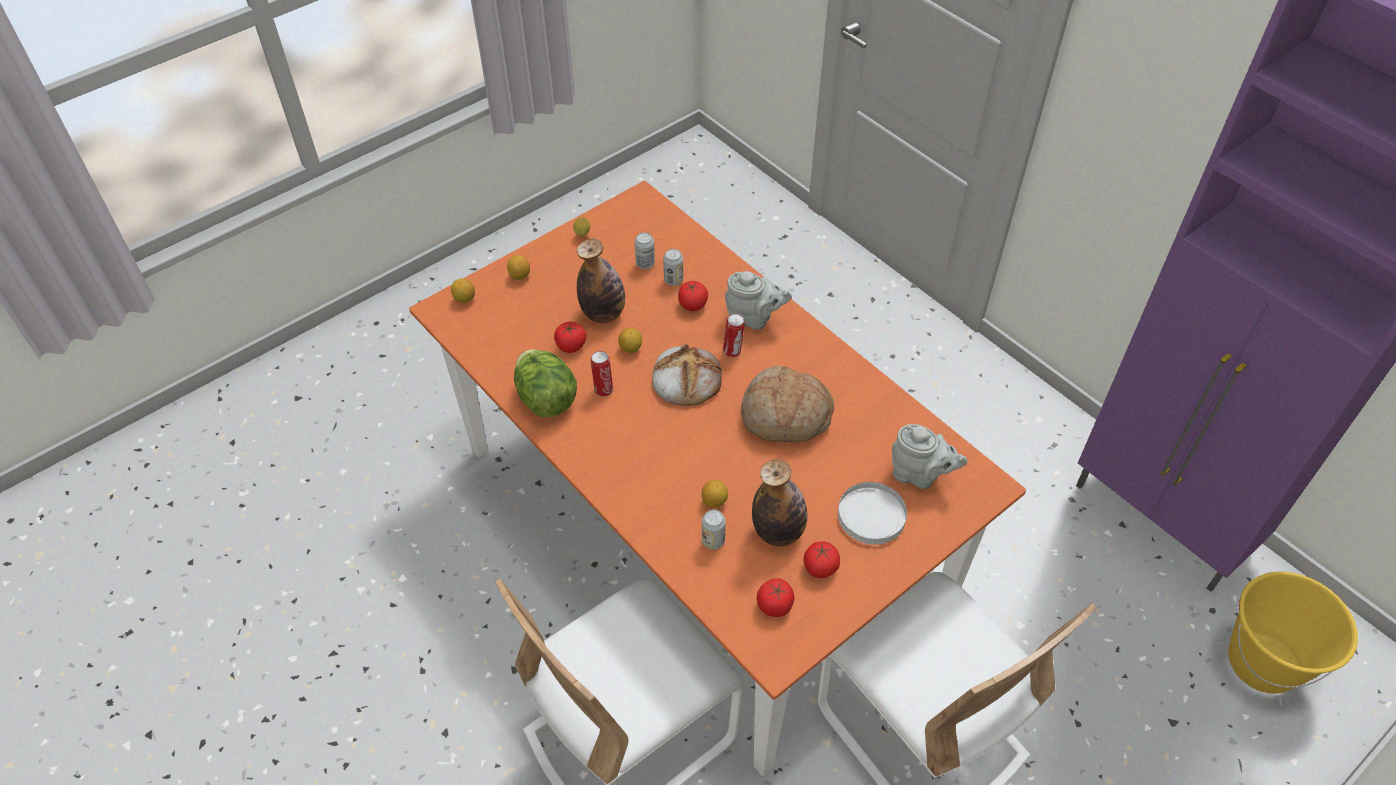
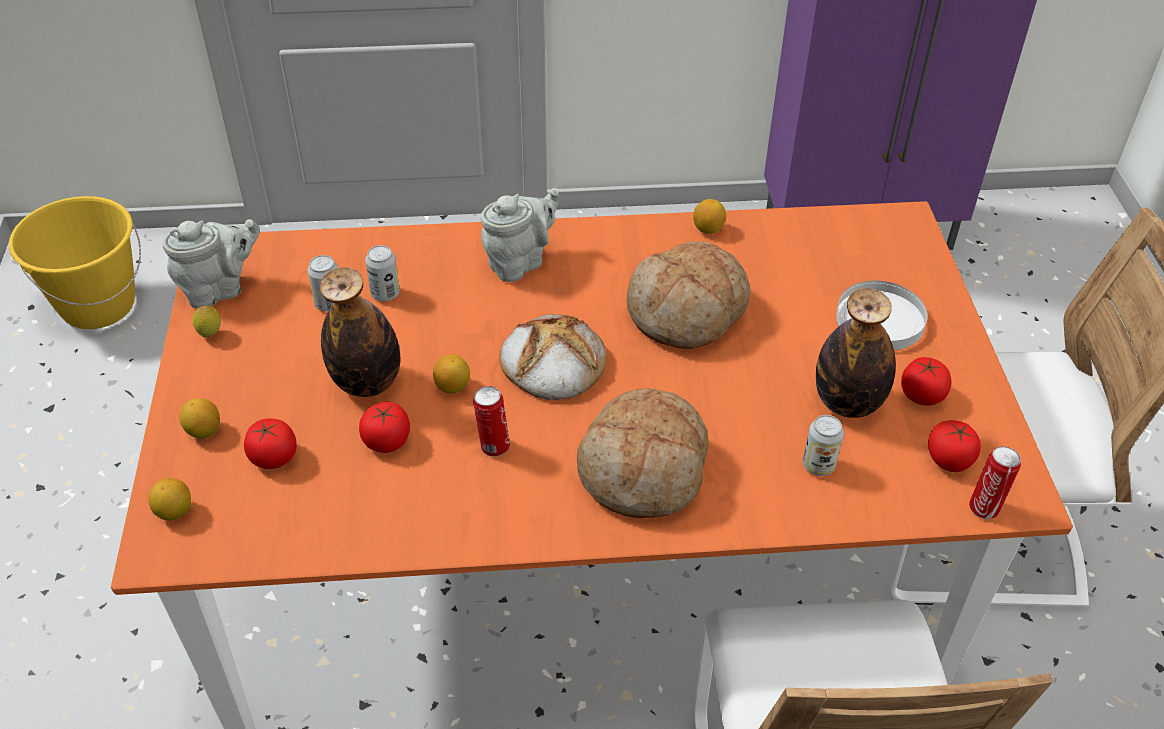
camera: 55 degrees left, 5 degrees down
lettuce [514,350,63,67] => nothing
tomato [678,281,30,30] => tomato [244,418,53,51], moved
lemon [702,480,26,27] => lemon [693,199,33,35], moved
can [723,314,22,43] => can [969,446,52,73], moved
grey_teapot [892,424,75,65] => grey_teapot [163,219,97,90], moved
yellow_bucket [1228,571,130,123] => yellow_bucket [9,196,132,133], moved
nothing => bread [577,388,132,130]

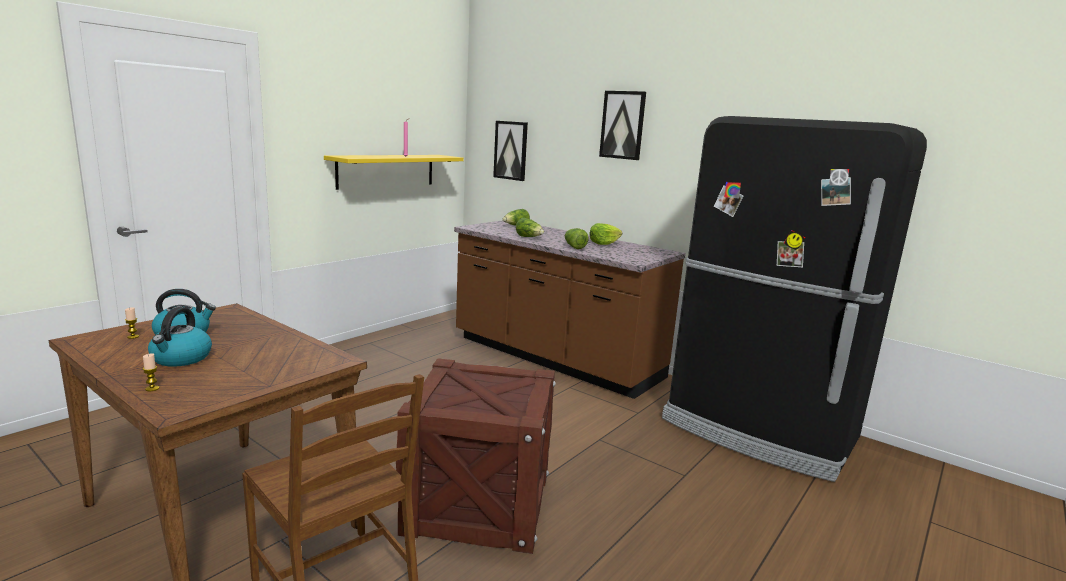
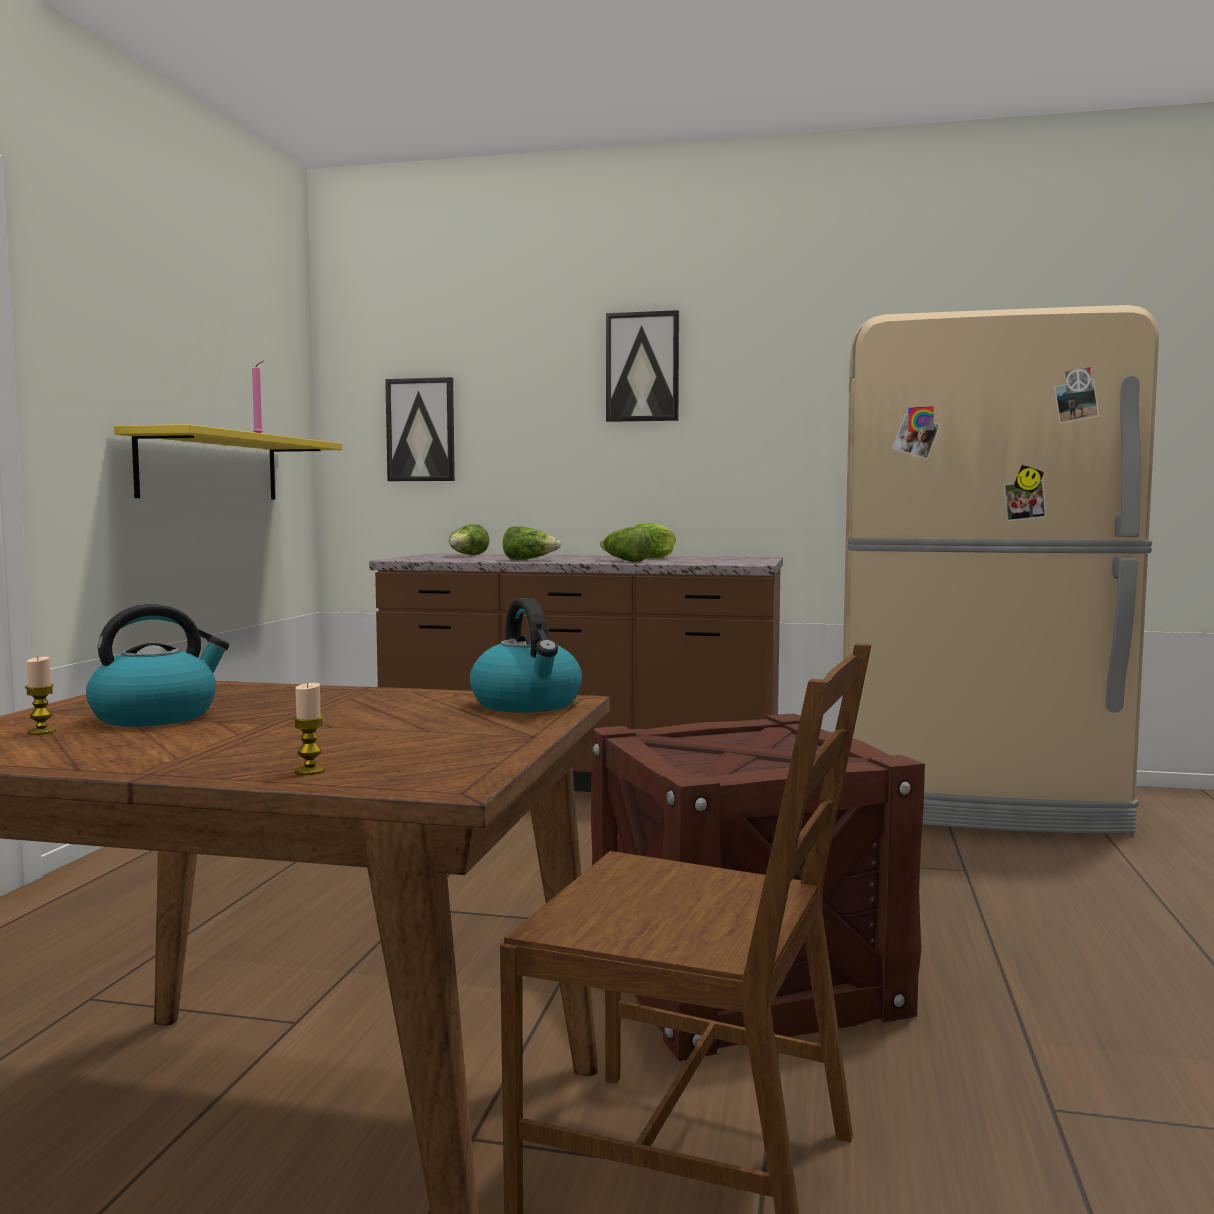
camera: 25 degrees left, 10 degrees down
kettle [148,307,64,60] => kettle [470,598,112,115], moved
black_fridge [662,116,265,366] => beige_fridge [842,305,317,529]

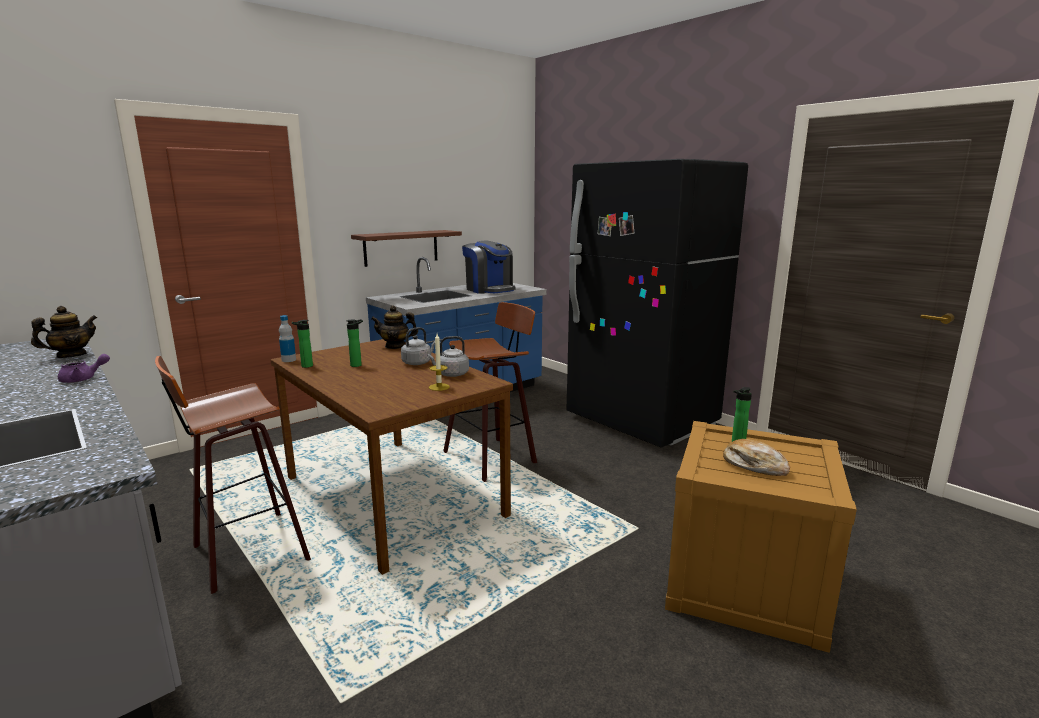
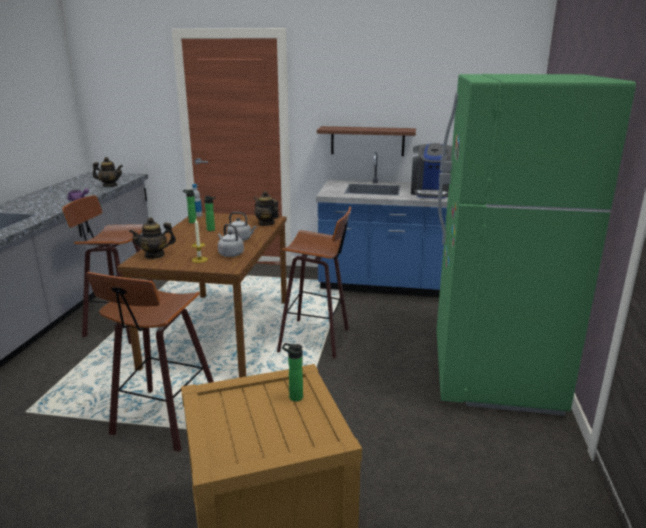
camera: 50 degrees right, 5 degrees up
black_fridge [567,159,181,289] => green_fridge [436,74,200,341]
bread [723,439,67,37] => nothing
nothing => stool [86,272,128,180]
nothing => teapot [129,217,47,42]

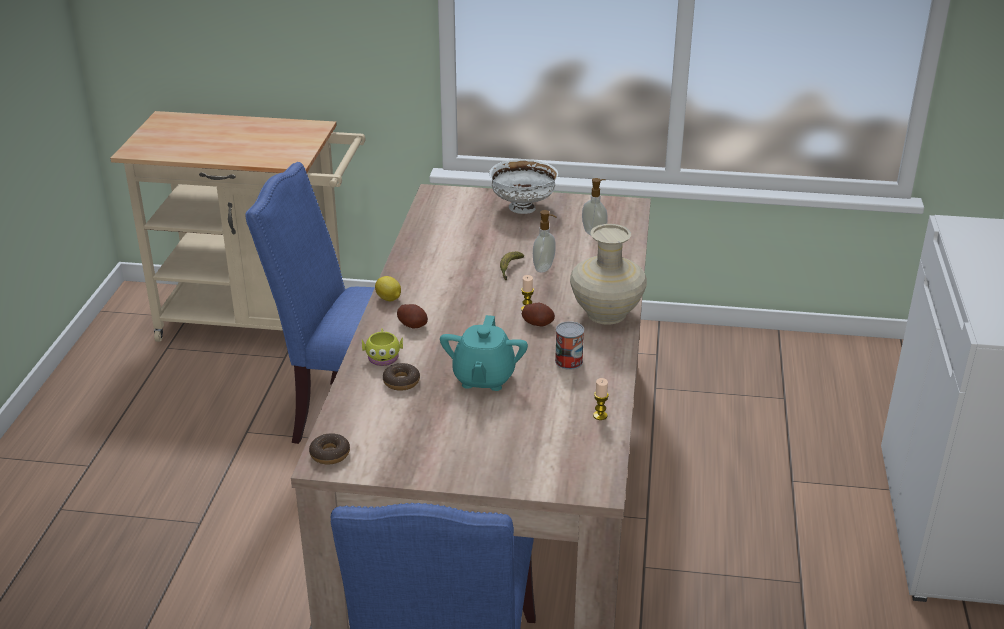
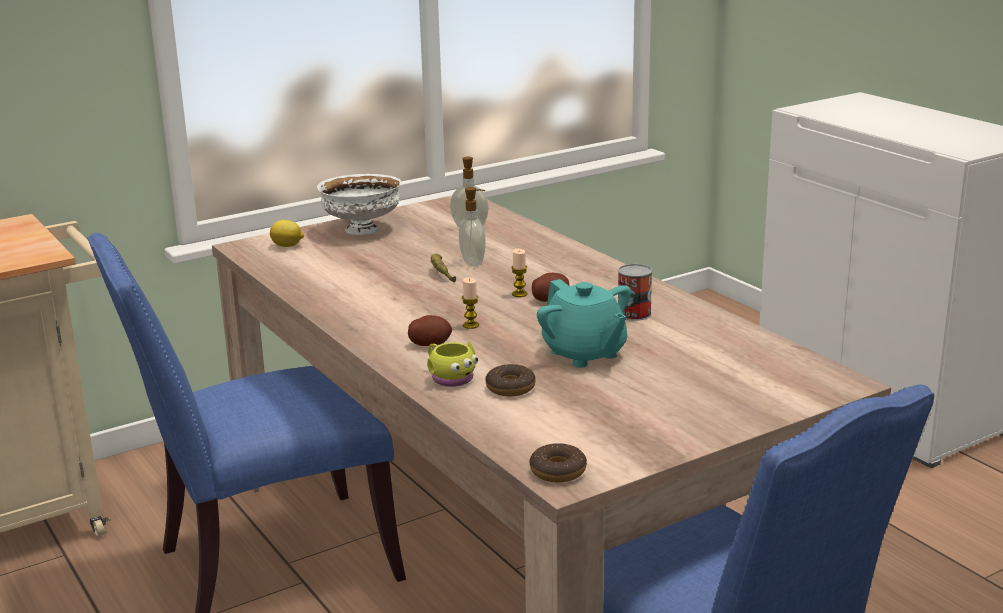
camera: 40 degrees left, 10 degrees down
lemon [375,276,26,25] => lemon [270,220,34,27], moved
beige_vase [570,224,77,101] => nothing
candle [593,378,16,42] => candle [462,278,17,51], moved

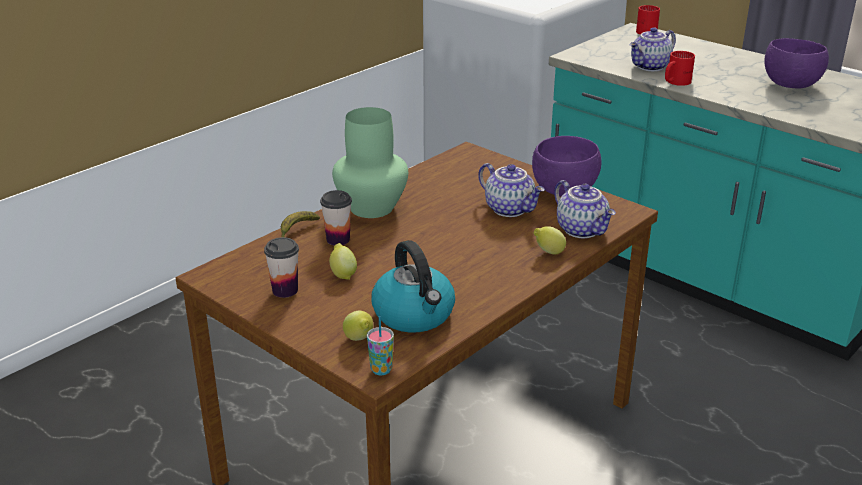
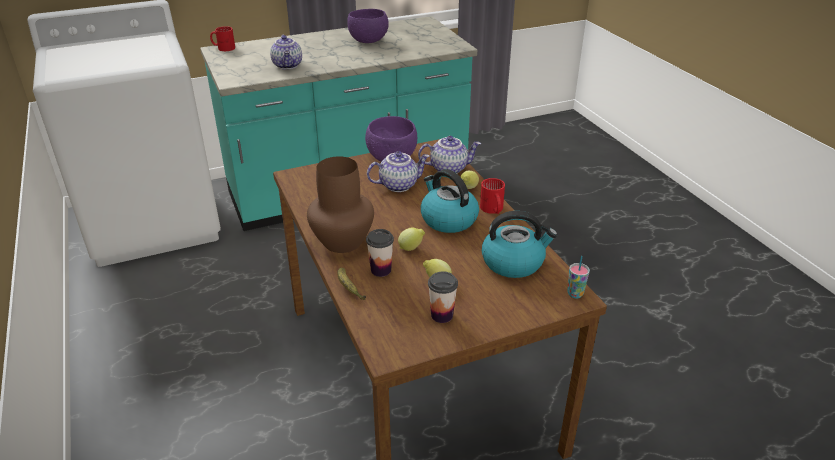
camera: 65 degrees left, 5 degrees up
green_vase [332,107,76,111] => brown_vase [307,156,67,97]
lemon [343,311,30,30] => lemon [398,228,27,23], moved
red_mug [665,51,30,35] => red_mug [480,178,25,36], moved
nothing => kettle [421,169,58,64]

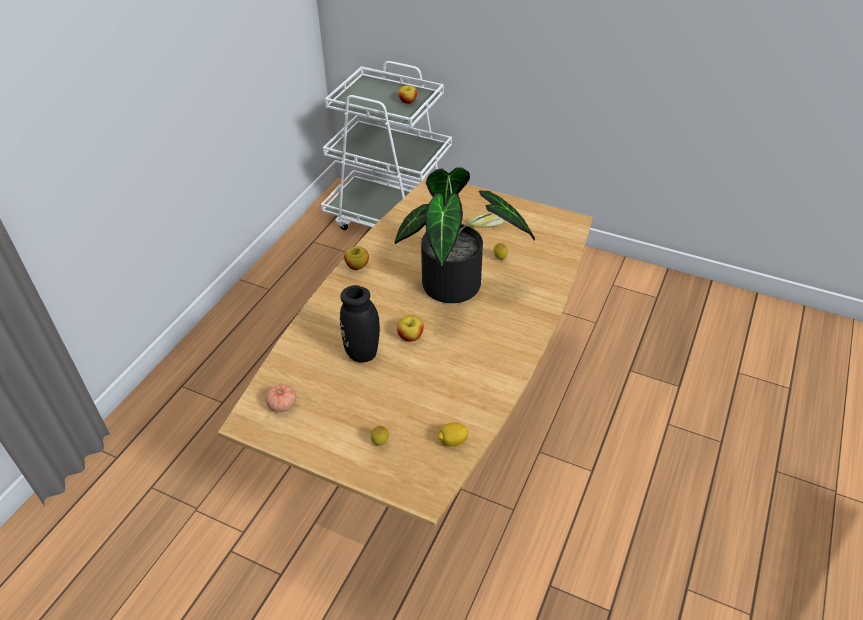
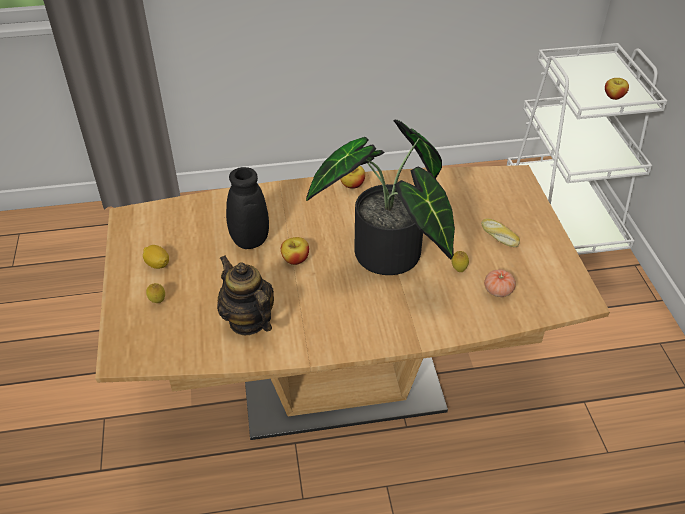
camera: 55 degrees right, 0 degrees up
tomato [265,384,31,28] => tomato [484,269,32,28], moved
lemon [438,422,30,25] => lemon [143,245,26,24], moved
nothing => teapot [217,255,57,80]

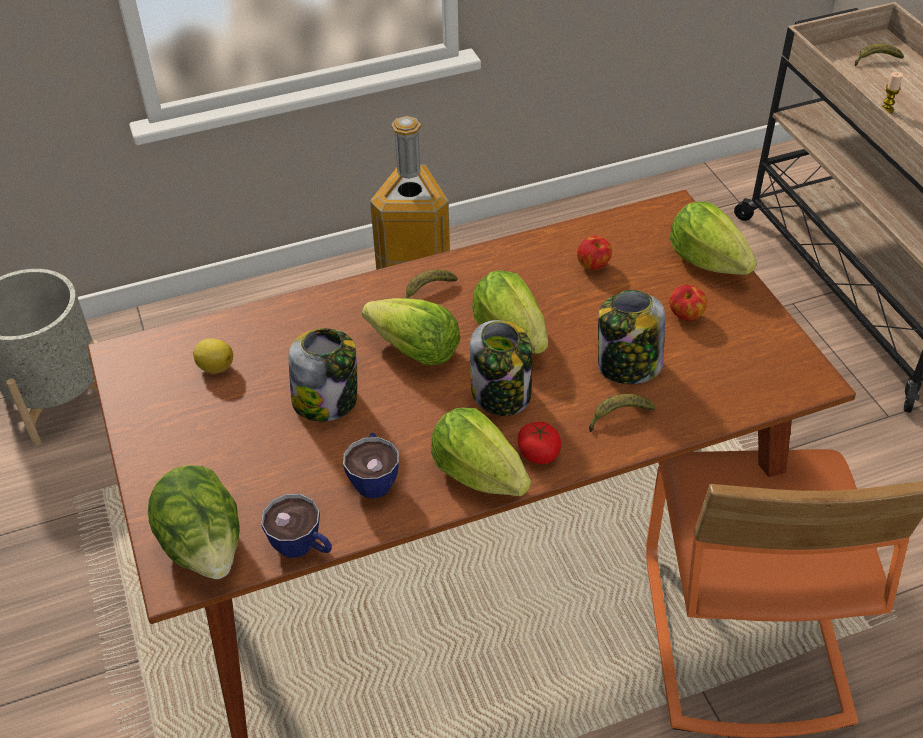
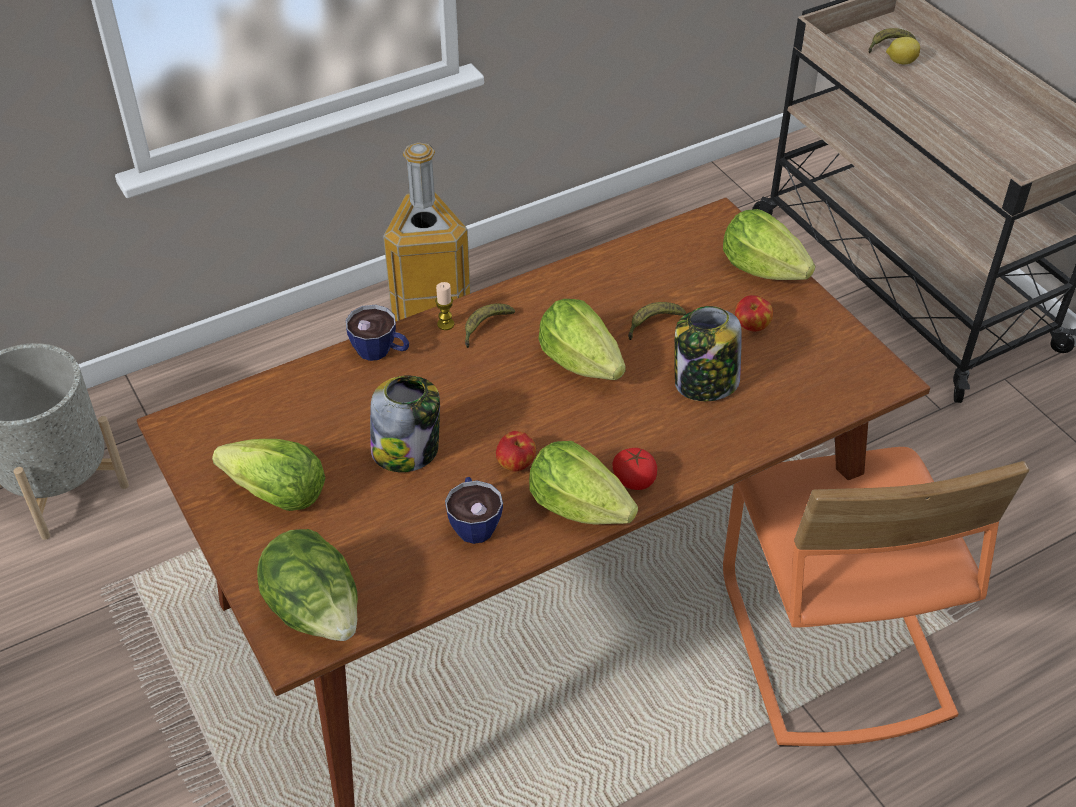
camera: 10 degrees left, 0 degrees up
lemon [193,339,40,35] => lemon [886,37,34,27], moved
cup [261,494,71,64] => cup [346,305,63,56], moved
lettuce [362,298,98,67] => lettuce [212,439,113,72], moved
jar [470,320,62,96] => nothing
apple [577,235,35,35] => apple [496,431,40,41], moved
banana [589,394,66,38] => banana [628,302,58,38], moved
candle [882,72,21,41] => candle [435,282,19,48], moved

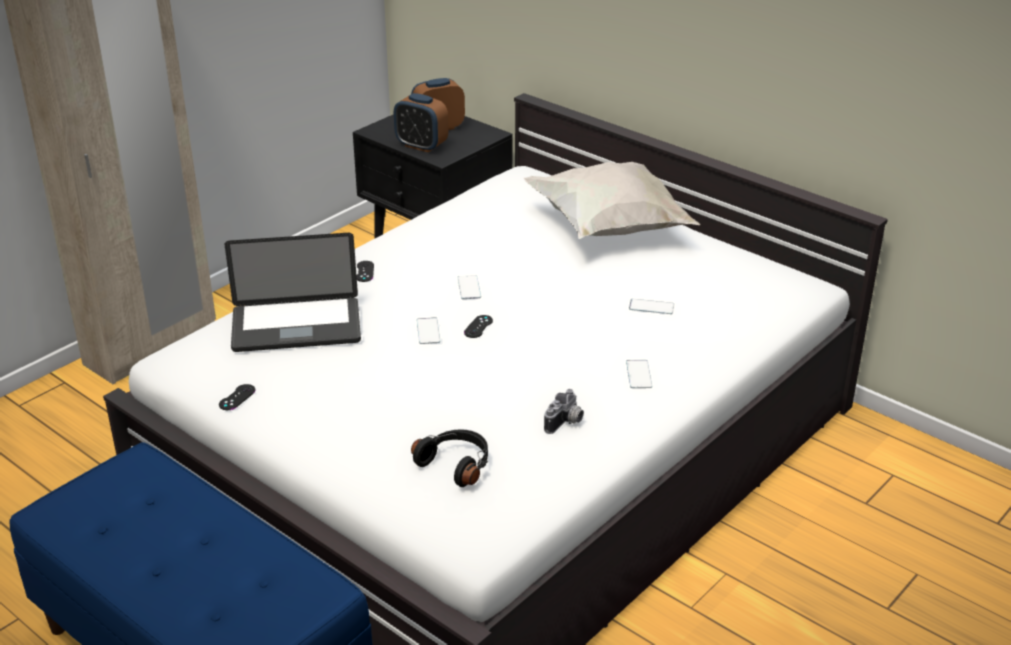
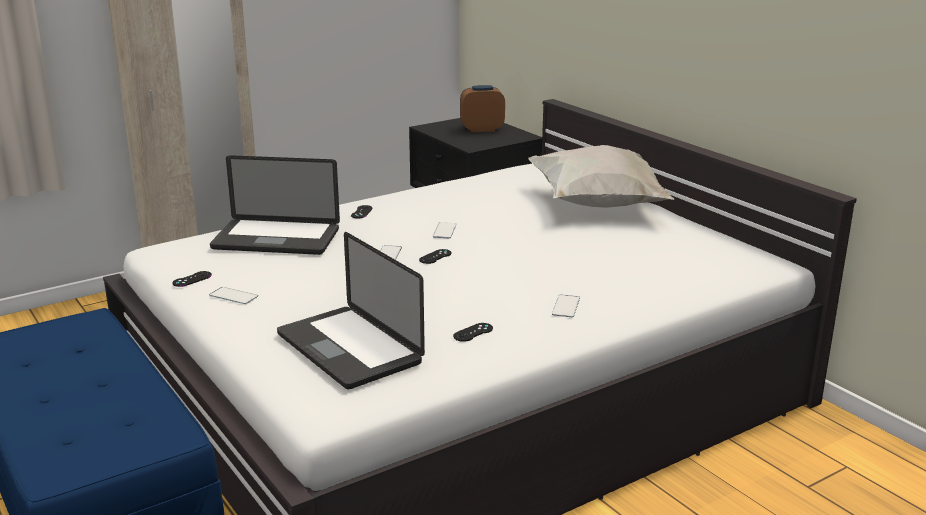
camera: 15 degrees right, 10 degrees down
alarm_clock [394,93,54,59] => nothing
black_headphones [411,429,77,58] => laptop [277,232,148,157]
photo_camera [544,389,40,45] => black_game_controller [453,323,40,19]
phone [629,299,45,15] => phone [209,287,49,17], moved

